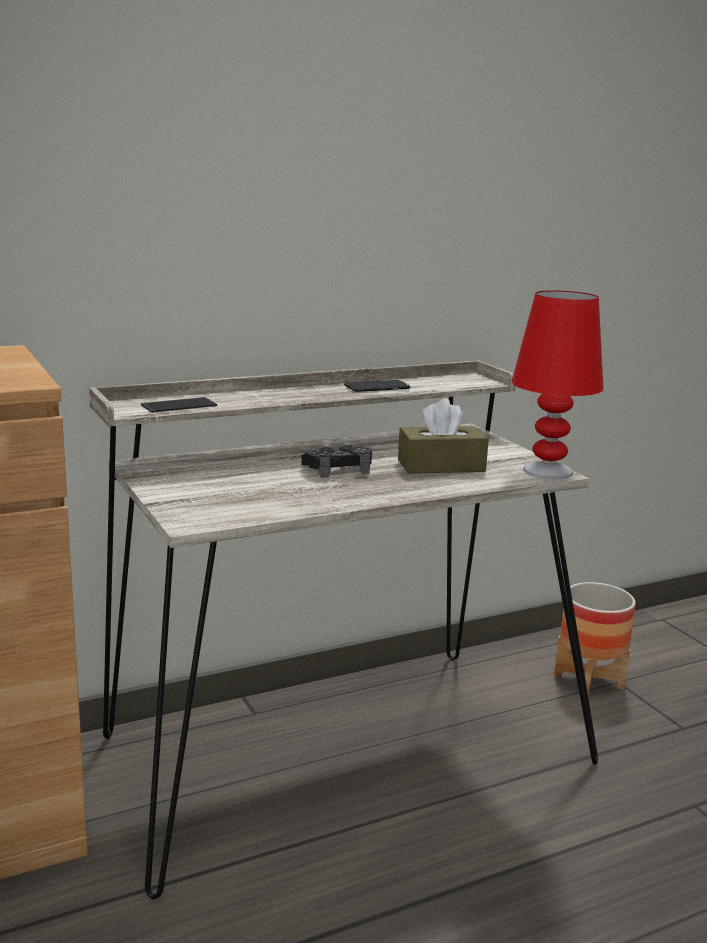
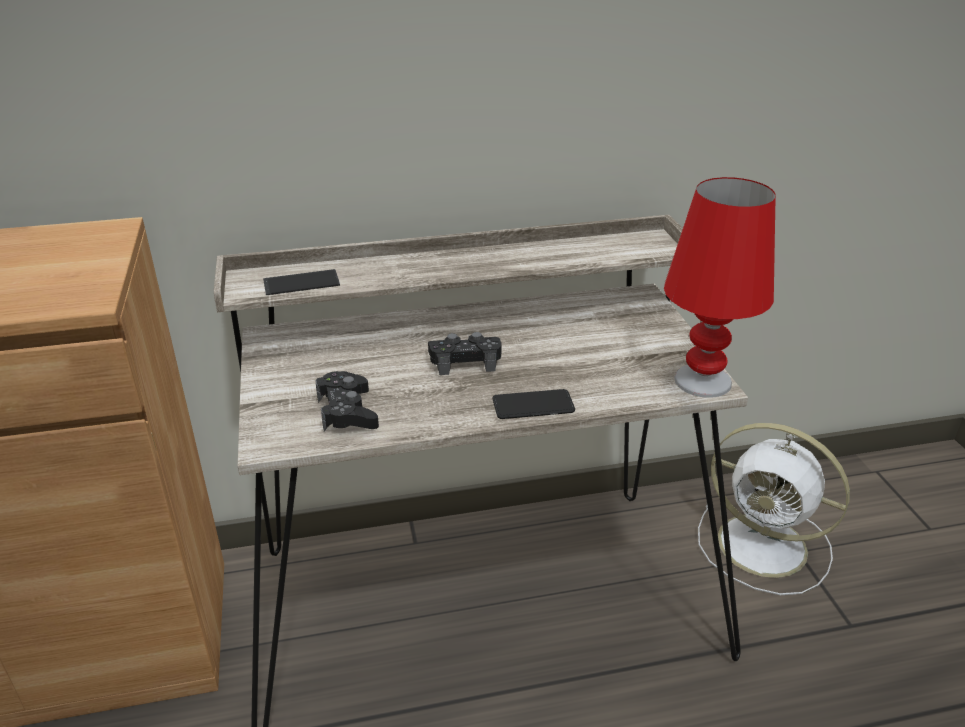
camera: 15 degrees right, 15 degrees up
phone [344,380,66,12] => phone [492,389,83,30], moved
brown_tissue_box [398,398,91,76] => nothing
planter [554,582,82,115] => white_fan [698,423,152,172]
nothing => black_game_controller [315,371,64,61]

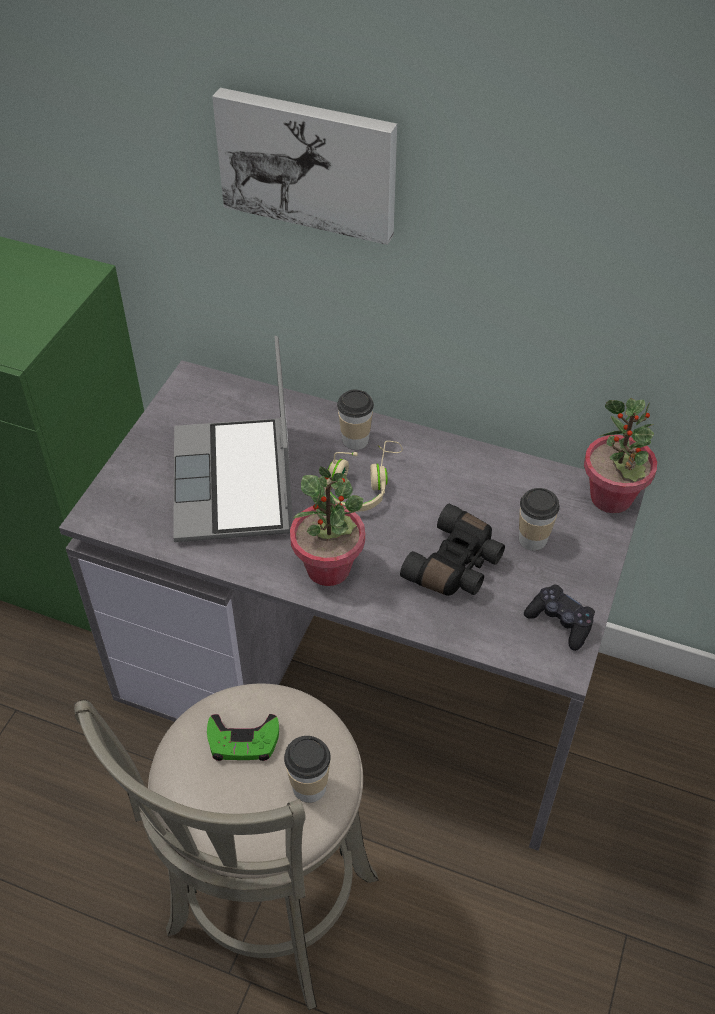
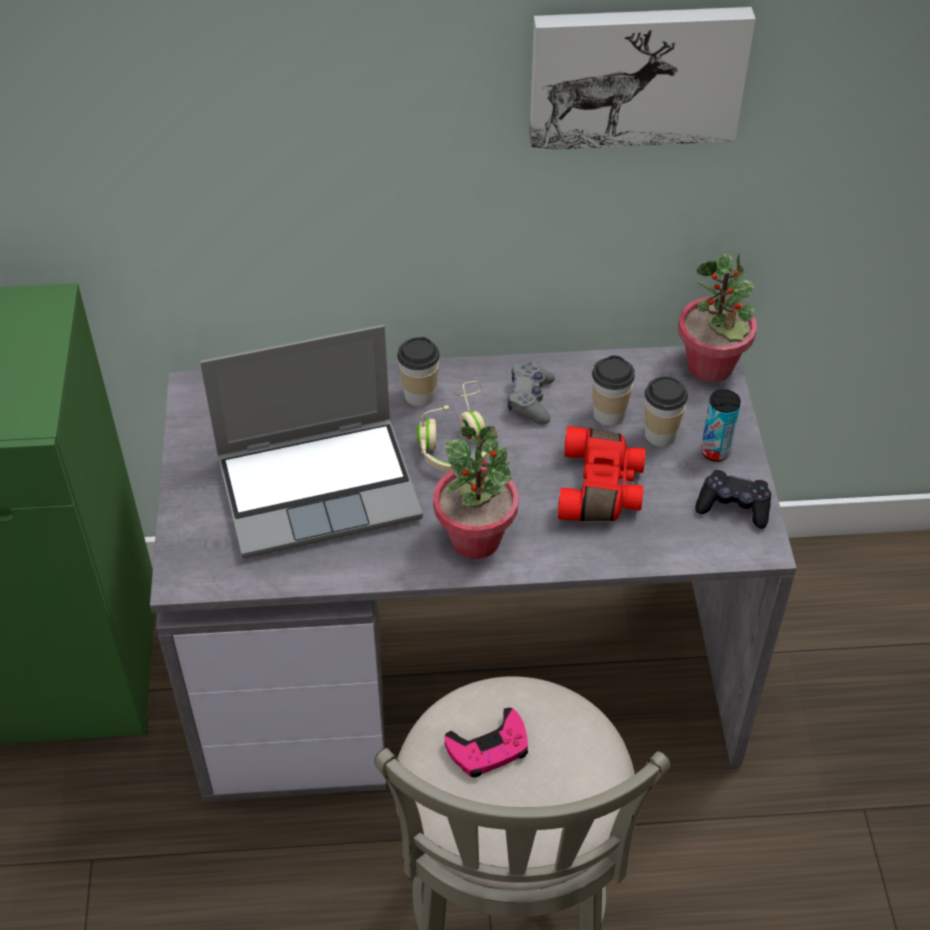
camera: 25 degrees left, 0 degrees up
laptop [173,336,120,206] => laptop [200,325,223,234], 75 degrees counterclockwise
green_game_controller [207,714,72,47] => pink_game_controller [445,708,83,70]
picture [212,88,185,157] => picture [529,7,227,144], moved
cup [284,736,47,67] => cup [592,355,43,71], moved
black_binoculars [400,504,105,92] => red_binoculars [558,426,88,95]
nothing => grey_game_controller [508,361,47,64]
nothing => can [701,389,40,73]

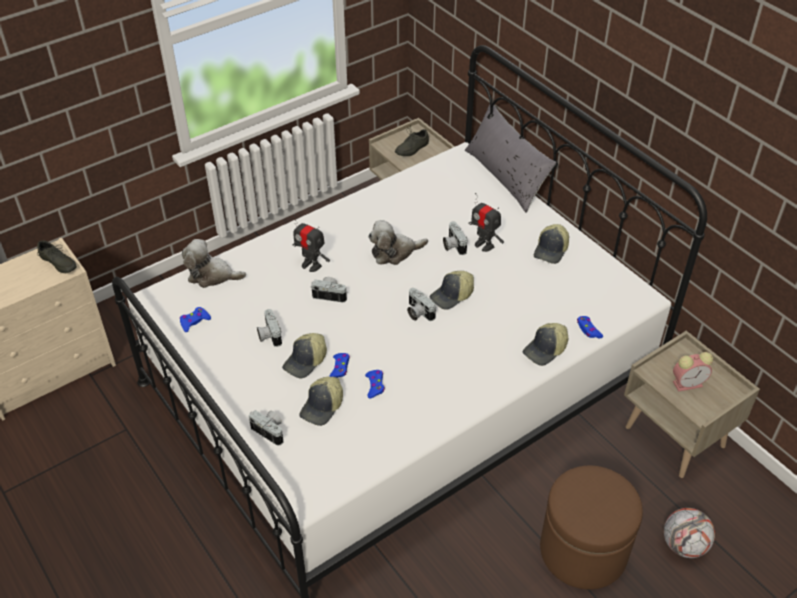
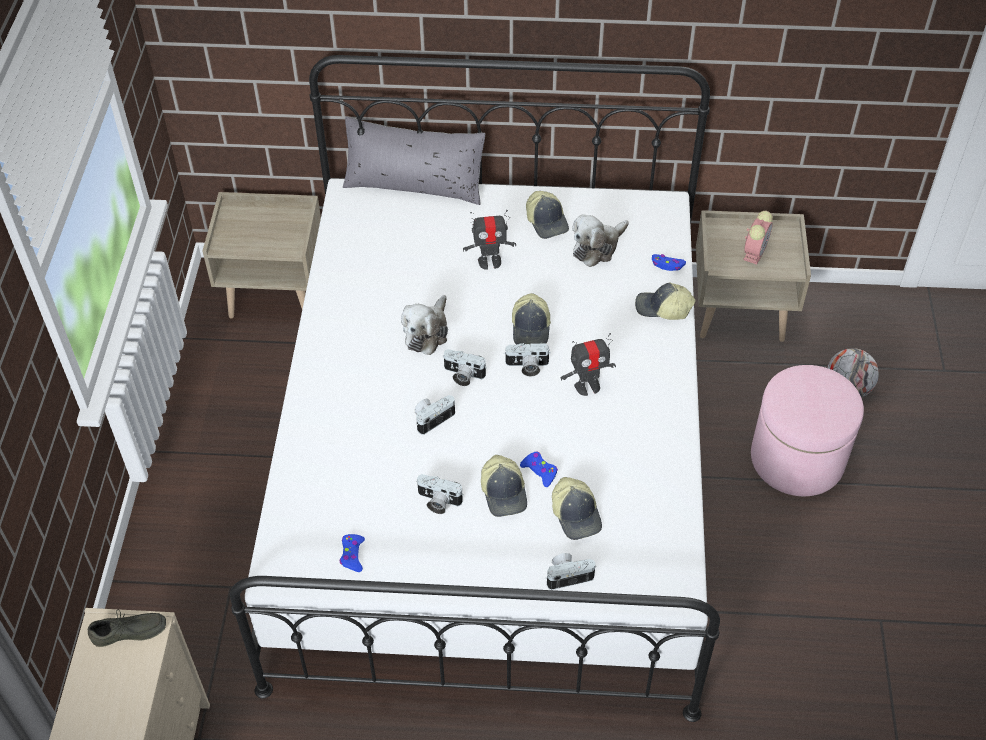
camera: 50 degrees left, 5 degrees up
plush_toy [182,239,64,49] => plush_toy [572,214,56,53], moved
toy_robot [293,214,37,58] => toy_robot [561,333,55,63], moved
blue_game_controller [365,370,20,29] => nothing
grey_shoe [395,125,34,31] => nothing
photo_camera [443,222,25,33] => photo_camera [443,349,44,37], moved
cap [522,323,46,43] => cap [635,282,61,38], 105 degrees clockwise
brown_ottoman [540,466,103,124] => pink_ottoman [751,365,113,131]

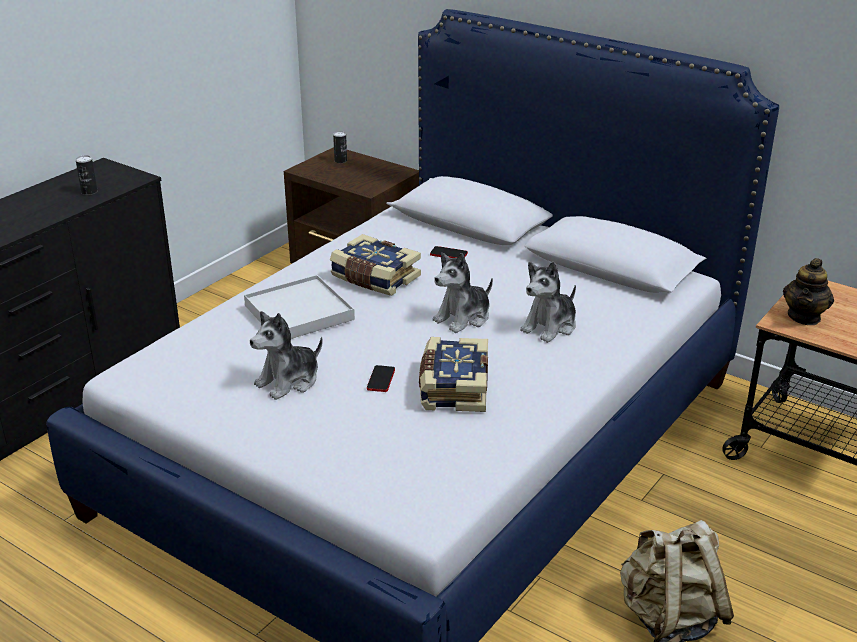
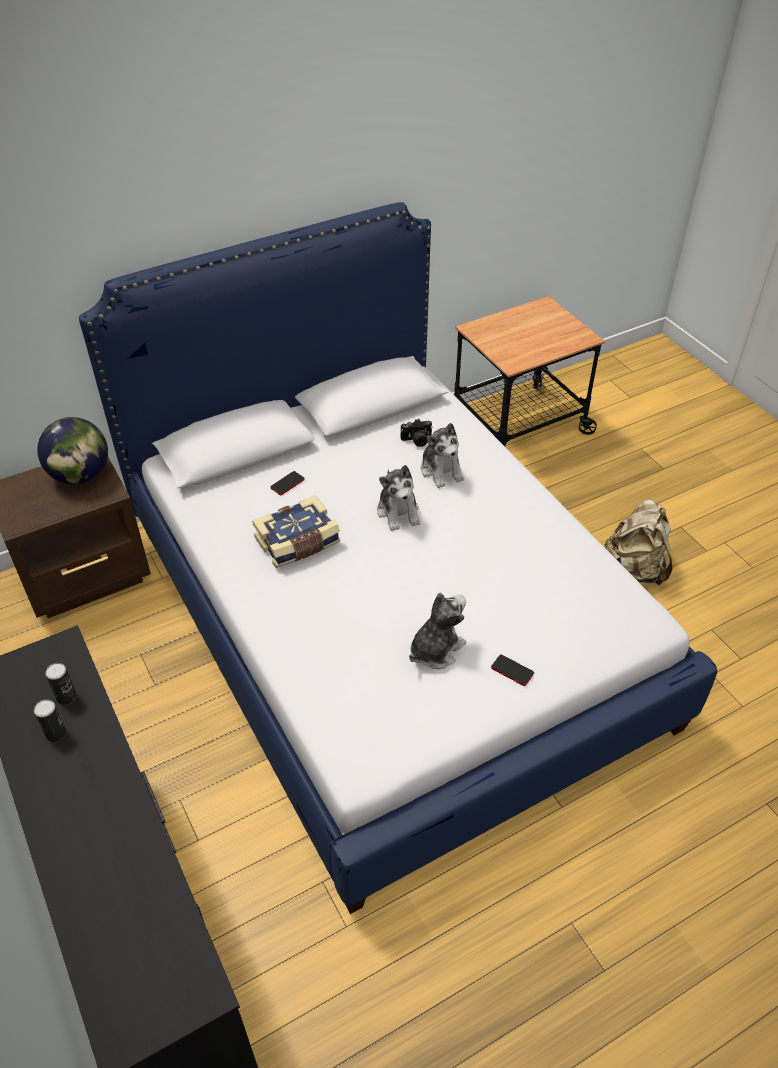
camera: 65 degrees left, 15 degrees up
white_tray [244,275,111,64] => nothing
plush_toy [250,311,73,89] => plush_toy [409,593,57,76], 120 degrees counterclockwise
can [333,131,14,32] => can [34,699,32,43], moved
phone [367,365,28,27] => phone [491,655,43,31], moved
book [419,337,69,75] => nothing
teapot [783,258,51,67] => nothing
nothing => globe [37,417,71,68]
nothing => photo_camera [401,419,32,28]

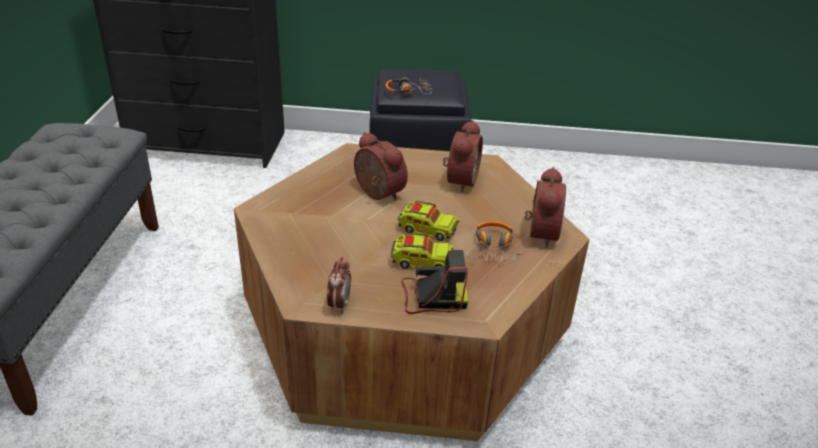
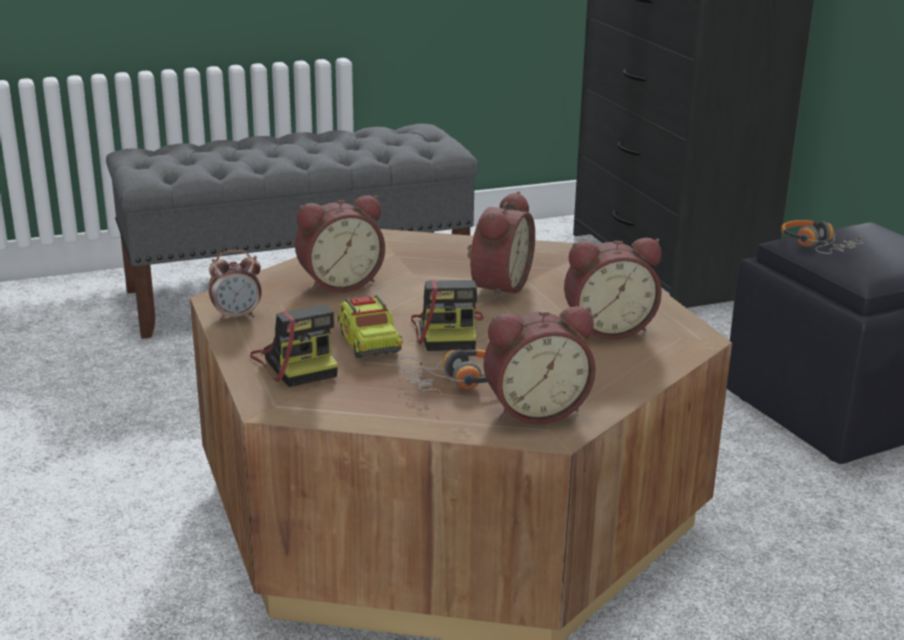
camera: 65 degrees right, 10 degrees down
toy_truck [397,201,63,40] => photo_camera [411,280,72,71]
nothing => alarm_clock [295,195,90,97]

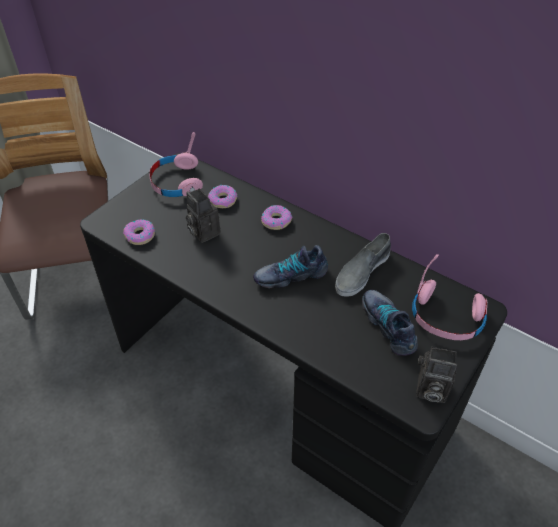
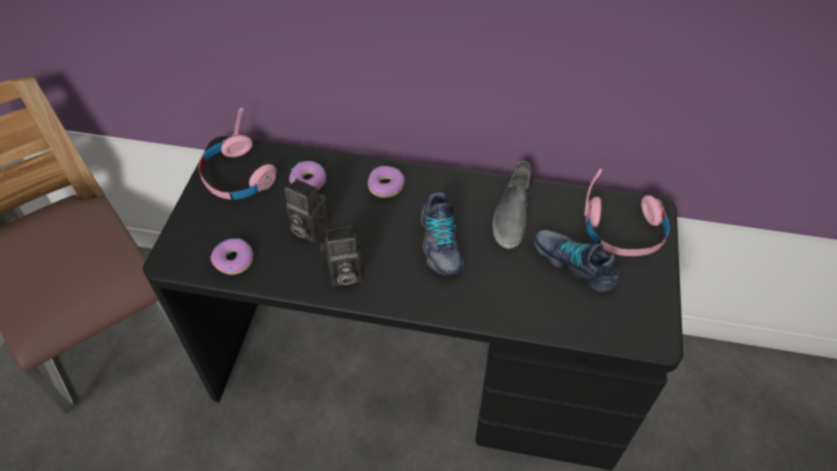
camera: 25 degrees left, 5 degrees up
shoe [253,245,75,43] => shoe [420,192,44,85], 60 degrees counterclockwise
photo_camera [416,347,41,56] => photo_camera [320,226,43,60], moved

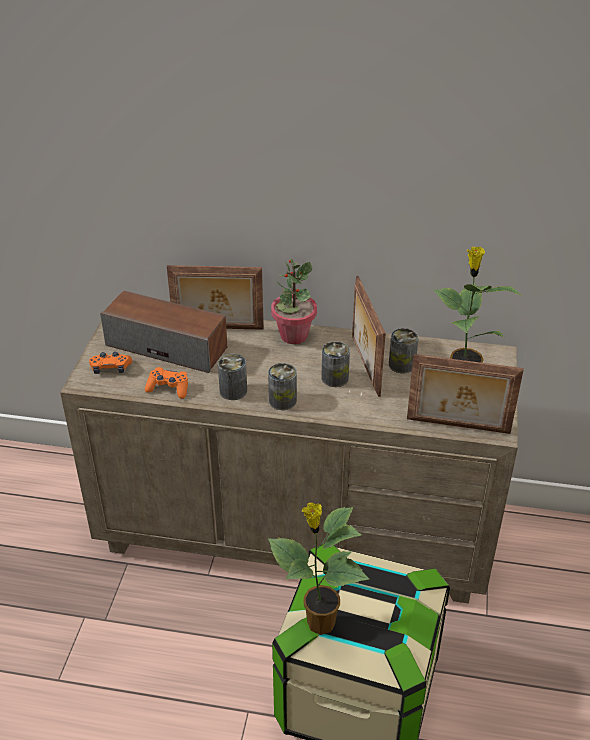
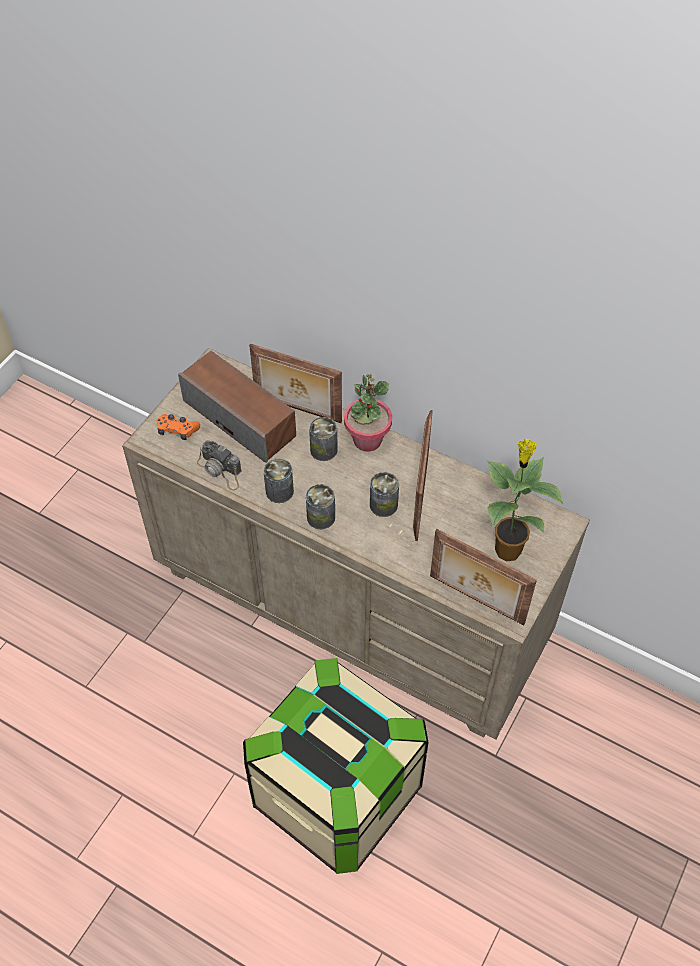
camera: 20 degrees right, 15 degrees up
orange_game_controller [145,367,43,32] => photo_camera [197,440,45,51]
potted_plant [268,503,101,132] => nothing
can [389,328,30,45] => can [309,417,29,44], moved

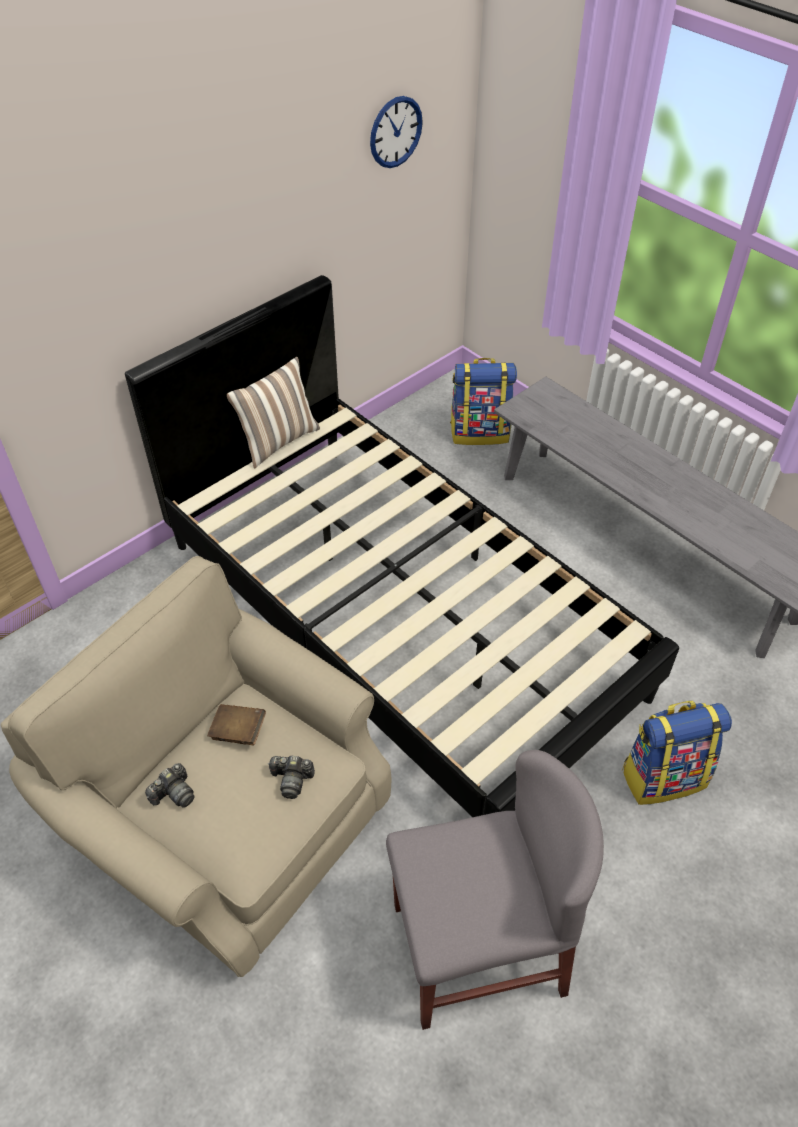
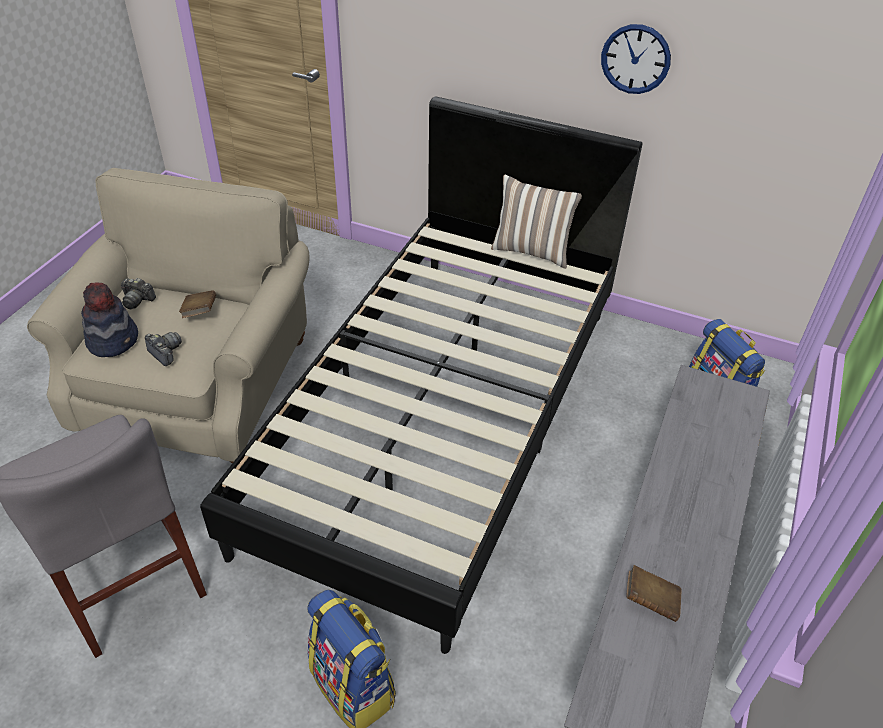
camera: 65 degrees right, 5 degrees down
photo_camera [268,756,47,43] => photo_camera [145,332,37,34], 150 degrees clockwise
wall_clock [370,96,53,72] => wall_clock [601,24,70,70], moved
nothing => hat [81,282,57,75]
nothing => brown_book [626,565,55,57]

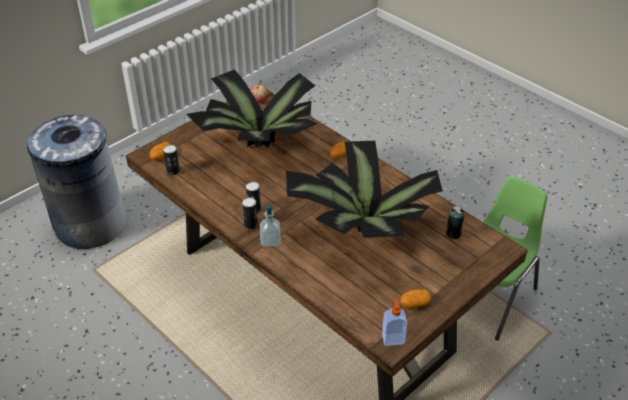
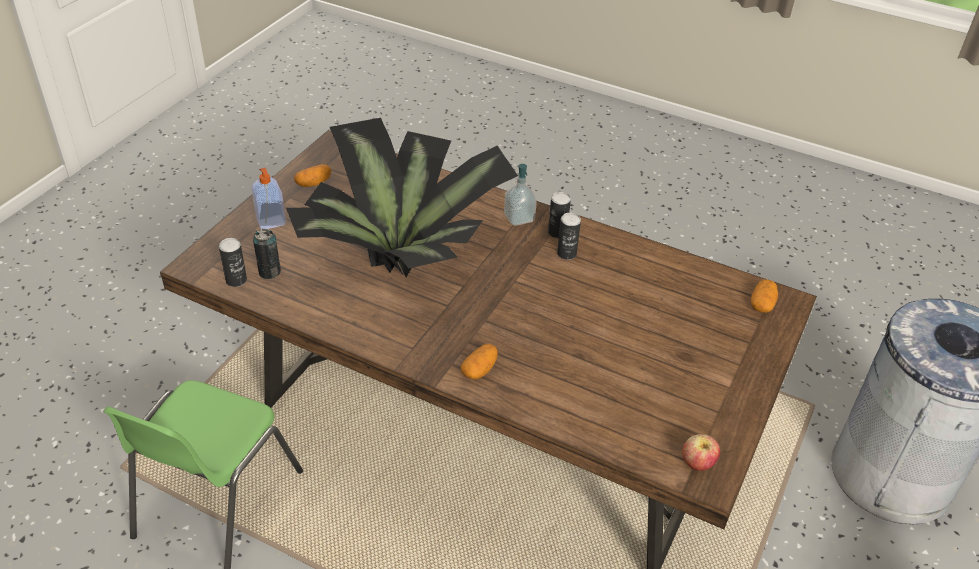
camera: 160 degrees right, 0 degrees up
can [163,145,17,30] => can [219,238,28,49], moved
potted_plant [186,69,132,80] => nothing
soap_dispenser [382,299,25,47] => soap_dispenser [252,168,34,62], moved

